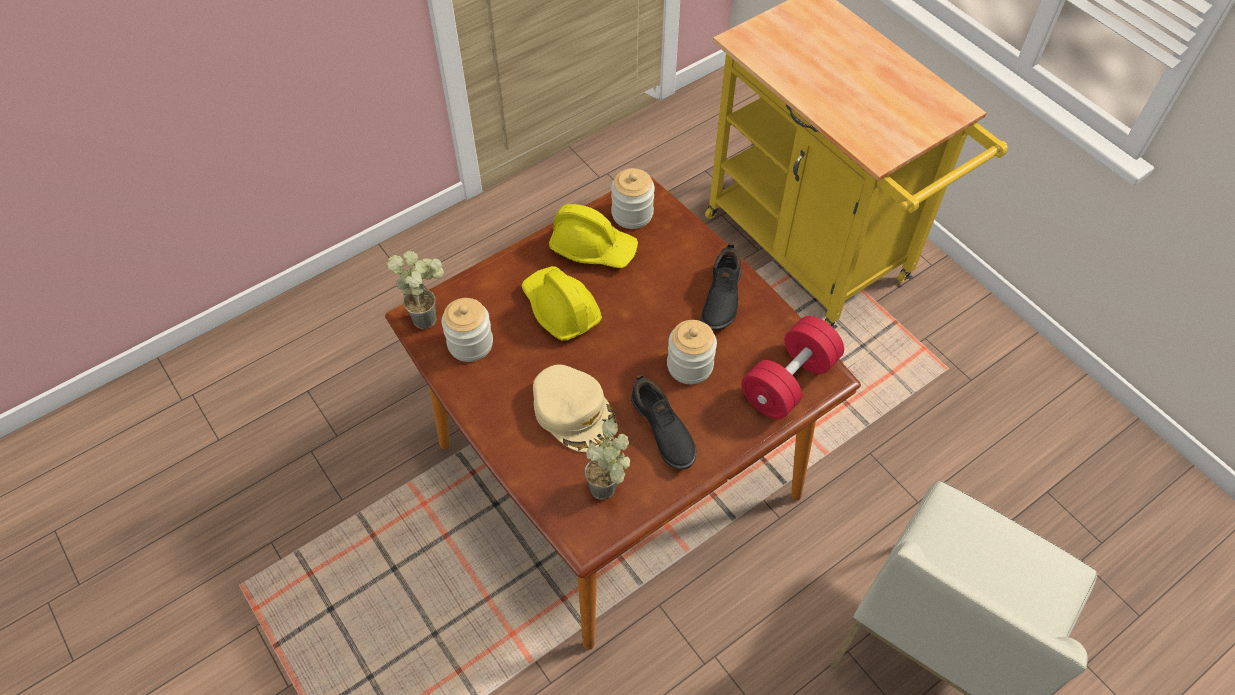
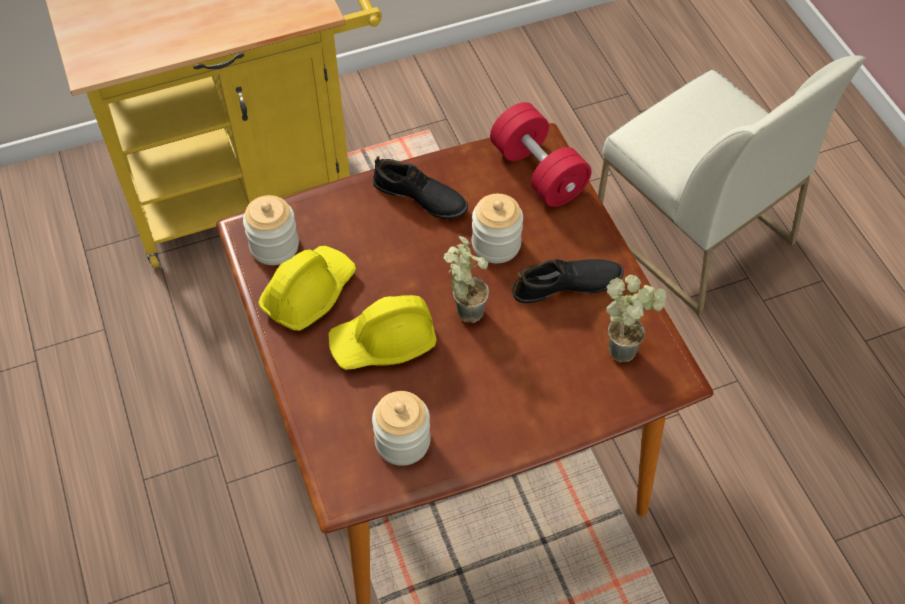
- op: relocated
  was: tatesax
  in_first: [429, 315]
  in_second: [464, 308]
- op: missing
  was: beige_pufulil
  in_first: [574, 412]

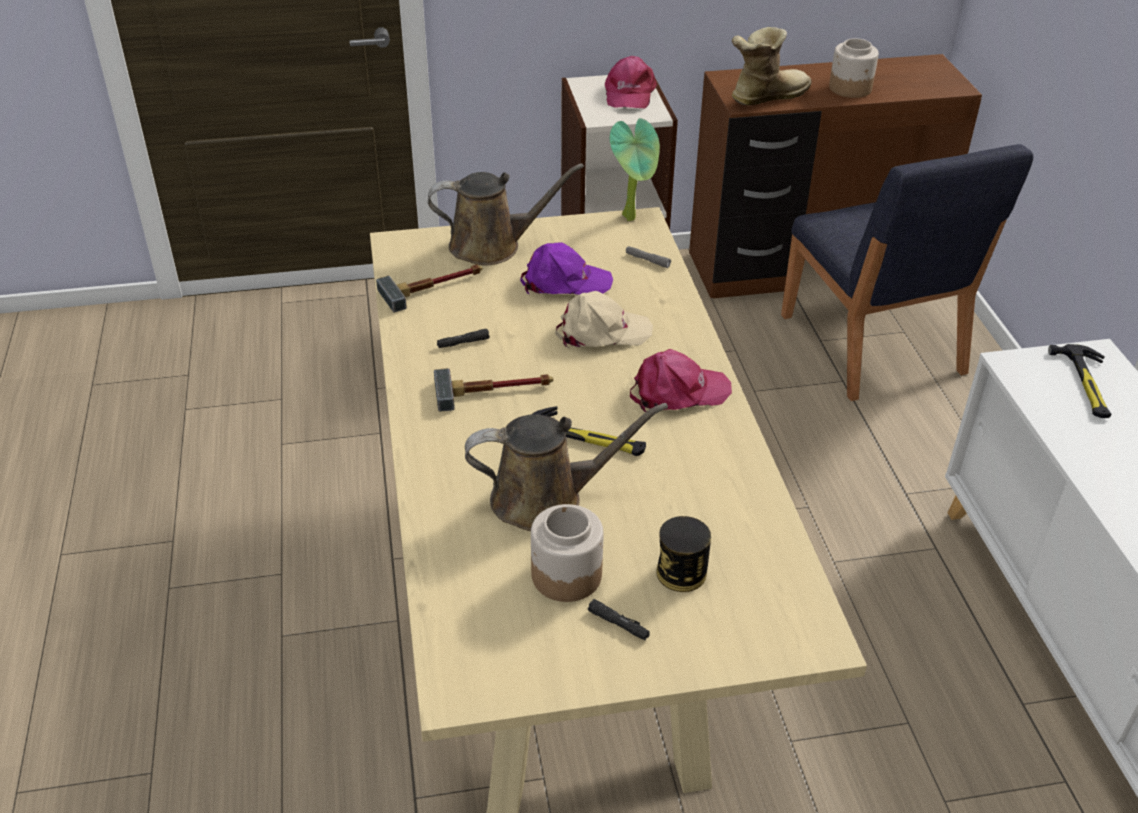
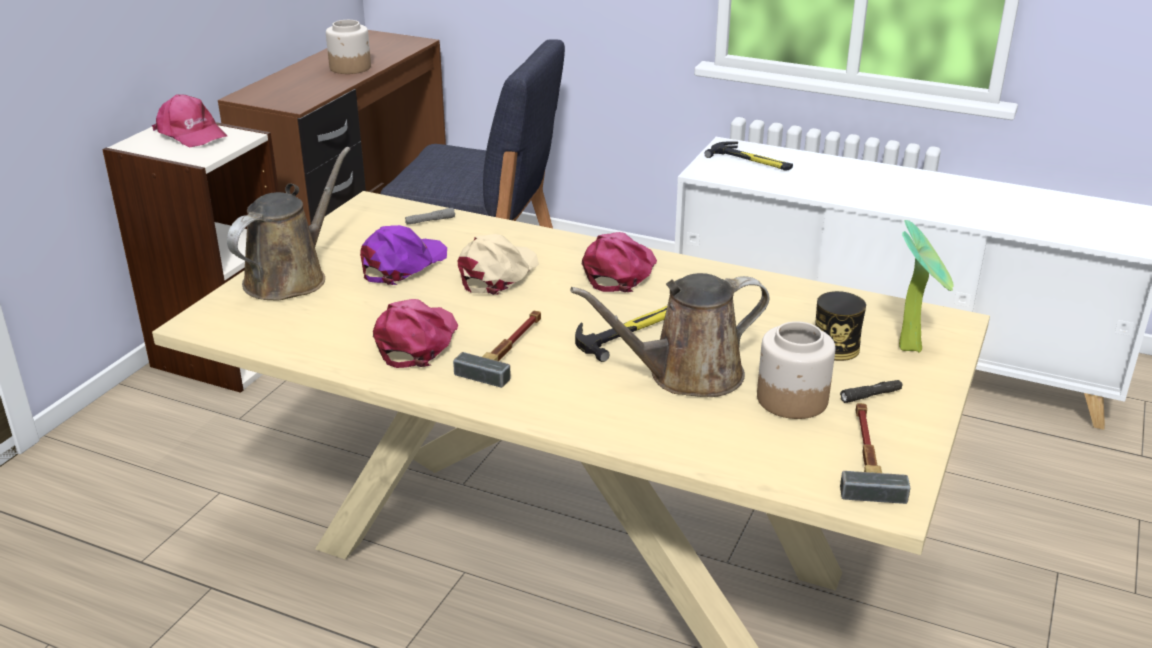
- op: missing
  was: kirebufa
  in_first: [765, 96]
- op: relocated
  was: tatesax
  in_first: [633, 217]
  in_second: [913, 346]
- op: relocated
  was: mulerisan
  in_first: [434, 287]
  in_second: [866, 455]
- op: exchanged
  was: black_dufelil
  now: pink_pufulil
  in_first: [463, 343]
  in_second: [417, 341]
- op: spun
  was: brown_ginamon
  in_first: [546, 499]
  in_second: [686, 375]
  clockwise: -135

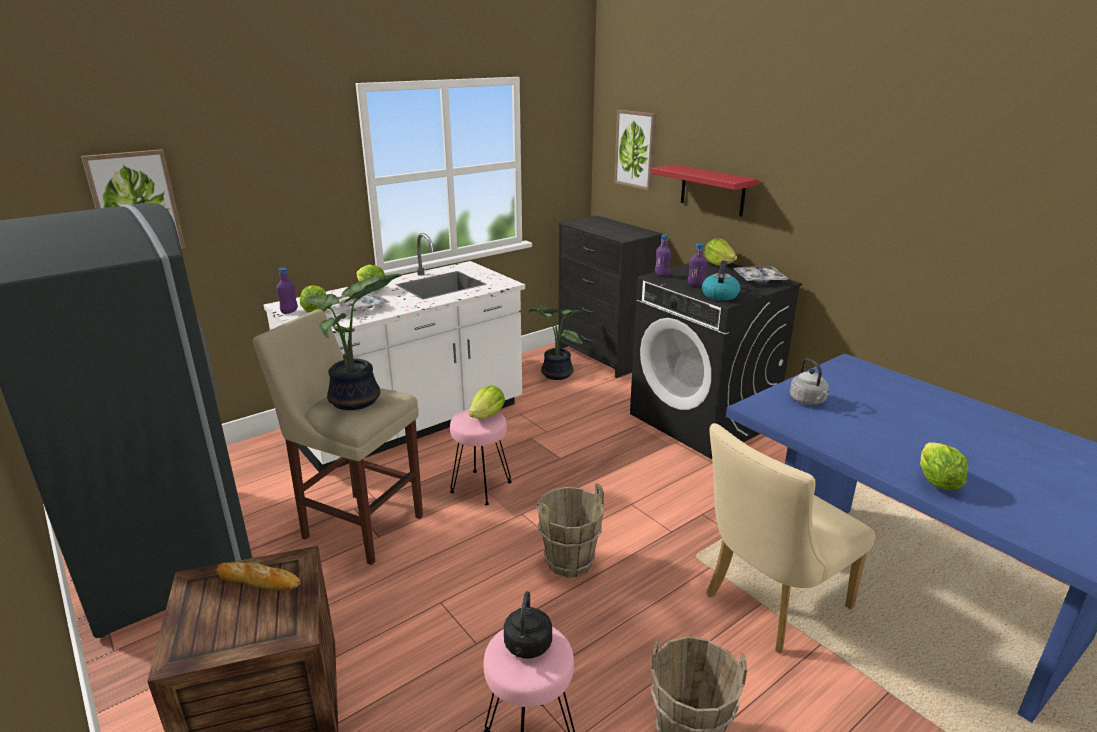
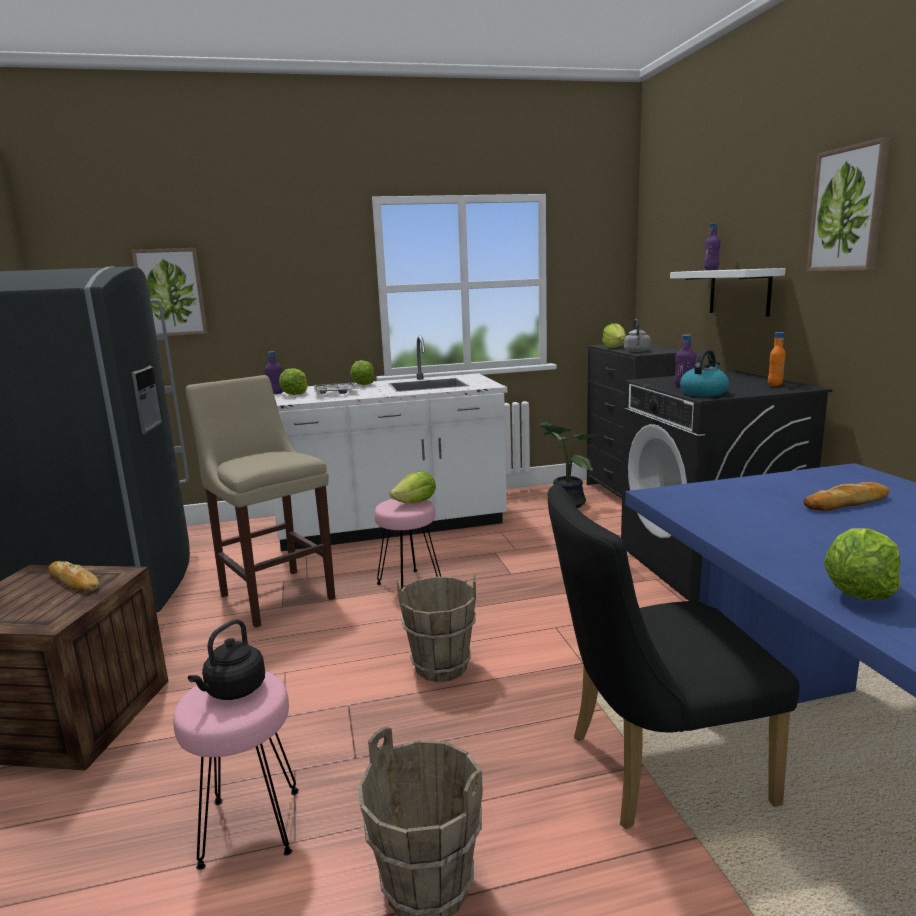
- op: relocated
  was: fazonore
  in_first: [636, 149]
  in_second: [848, 209]
- op: colour
  was: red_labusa
  now: white_labusa
  in_first: [712, 190]
  in_second: [739, 292]
- op: relocated
  was: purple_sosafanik
  in_first: [661, 275]
  in_second: [711, 270]
- op: relocated
  was: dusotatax
  in_first: [718, 264]
  in_second: [614, 347]
- op: exchanged
  was: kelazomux
  now: orange_sosafanik
  in_first: [759, 279]
  in_second: [774, 385]
- op: missing
  was: tatesax
  in_first: [357, 401]
- op: relocated
  was: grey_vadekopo
  in_first: [808, 401]
  in_second: [637, 351]
- op: colour
  was: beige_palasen
  now: black_palasen
  in_first: [769, 605]
  in_second: [653, 769]
- op: appeared
  now: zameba
  in_second: [847, 503]

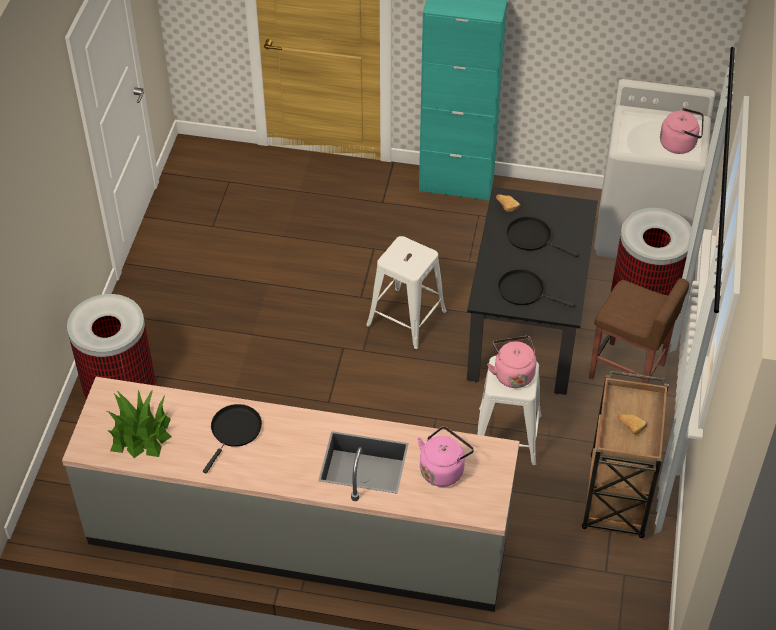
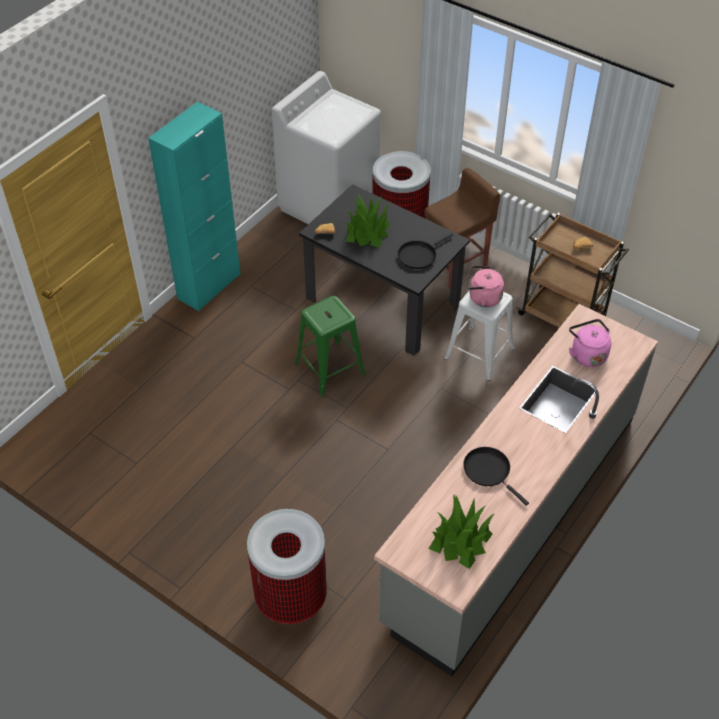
- op: missing
  was: pink_vadekopo
  in_first: [680, 144]
- op: exchanged
  was: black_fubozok
  now: tatesax
  in_first: [531, 237]
  in_second: [367, 231]
- op: colour
  was: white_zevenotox
  now: green_zevenotox
  in_first: [406, 318]
  in_second: [330, 368]

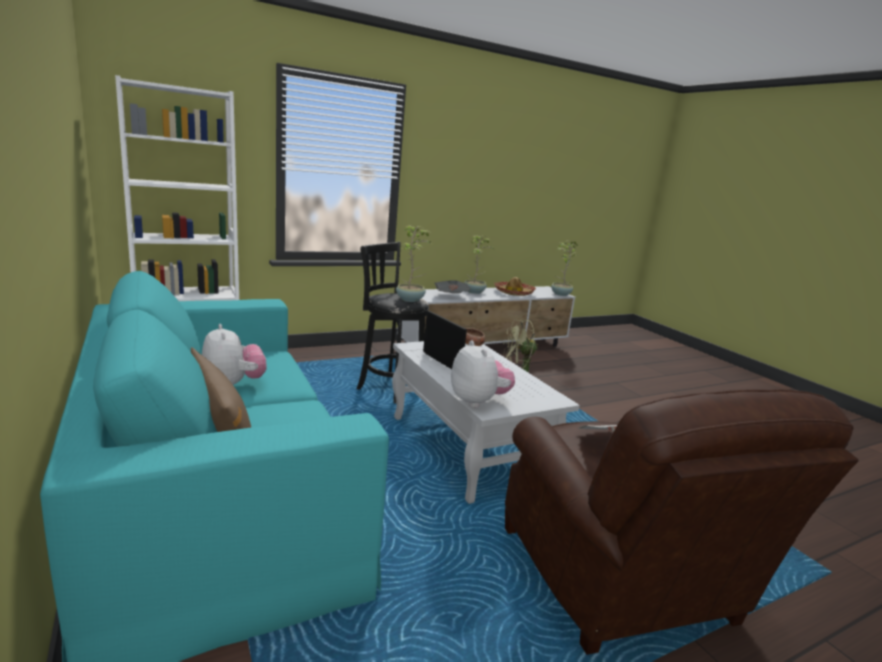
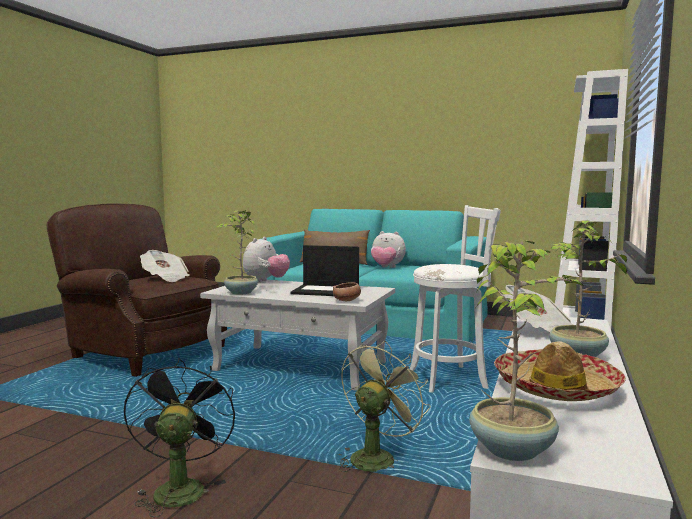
- op: relocated
  was: tatesax
  in_first: [410, 299]
  in_second: [240, 293]
- op: colour
  was: black_zevenotox
  now: white_zevenotox
  in_first: [388, 387]
  in_second: [451, 379]
- op: spun
  was: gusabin
  in_first: [478, 401]
  in_second: [265, 281]
  clockwise: -90
- op: appeared
  now: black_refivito
  in_second: [179, 487]

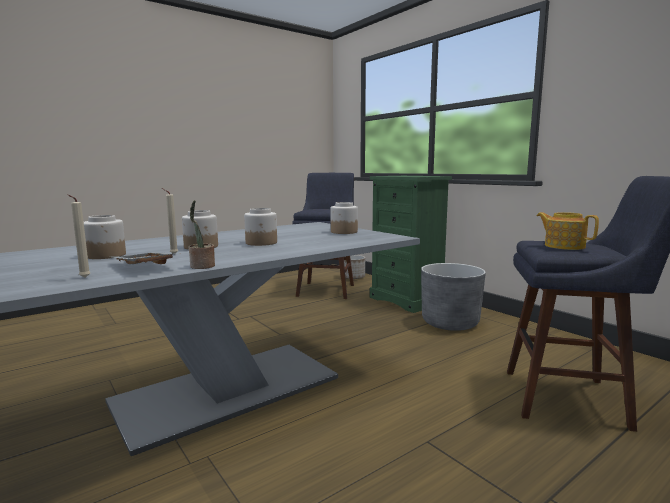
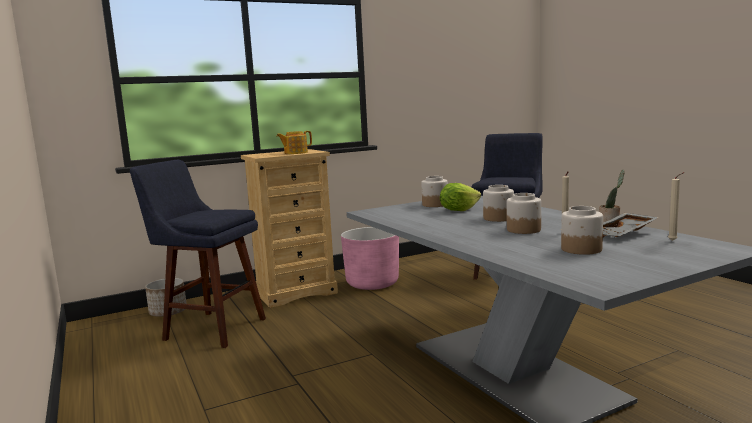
- op: colour
  was: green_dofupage
  now: beige_dofupage
  in_first: [407, 300]
  in_second: [296, 292]
- op: relocated
  was: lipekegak
  in_first: [563, 246]
  in_second: [295, 153]
- op: colour
  was: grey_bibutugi
  now: pink_bibutugi
  in_first: [450, 323]
  in_second: [372, 283]
- op: appeared
  now: dusotatax
  in_second: [458, 210]

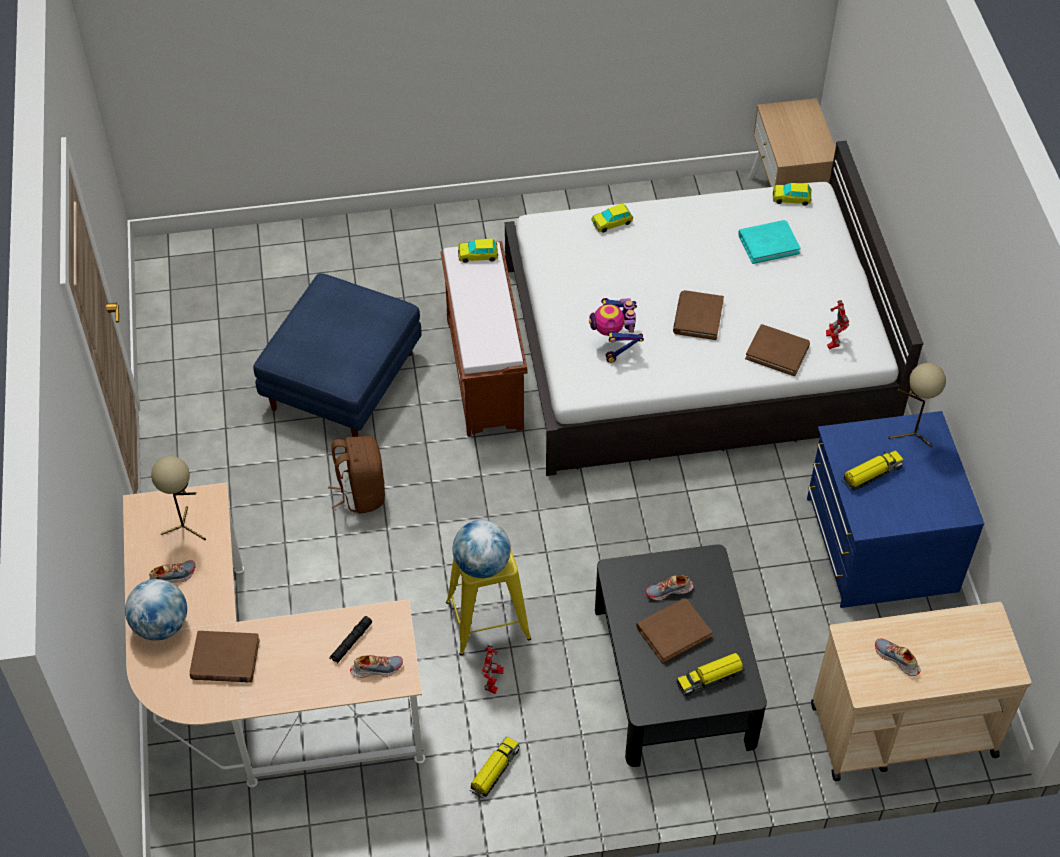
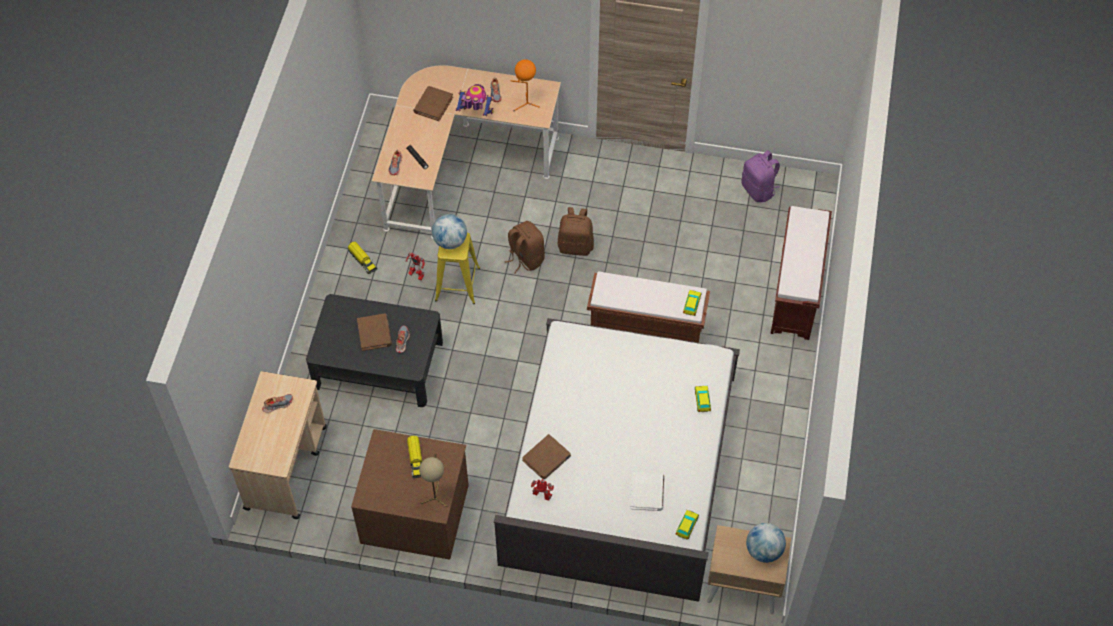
- op: colour
  was: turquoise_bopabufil
  now: white_bopabufil
  in_first: [768, 244]
  in_second: [647, 492]
- op: missing
  was: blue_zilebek
  in_first: [343, 379]
- op: missing
  was: brown_bopabufil
  in_first: [698, 317]
- op: relocated
  was: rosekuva
  in_first: [614, 343]
  in_second: [475, 114]
- op: colour
  was: blue_dofupage
  now: brown_dofupage
  in_first: [879, 544]
  in_second: [415, 512]
- op: colour
  was: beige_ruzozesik
  now: orange_ruzozesik
  in_first: [186, 528]
  in_second: [525, 104]
- op: relocated
  was: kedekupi
  in_first: [161, 625]
  in_second: [763, 551]
- op: missing
  was: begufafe
  in_first: [710, 678]
- op: appeared
  now: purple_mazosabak
  in_second: [758, 190]
- op: appeared
  now: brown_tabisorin
  in_second: [796, 294]
- op: appeared
  now: brown_mazosabak
  in_second: [525, 258]

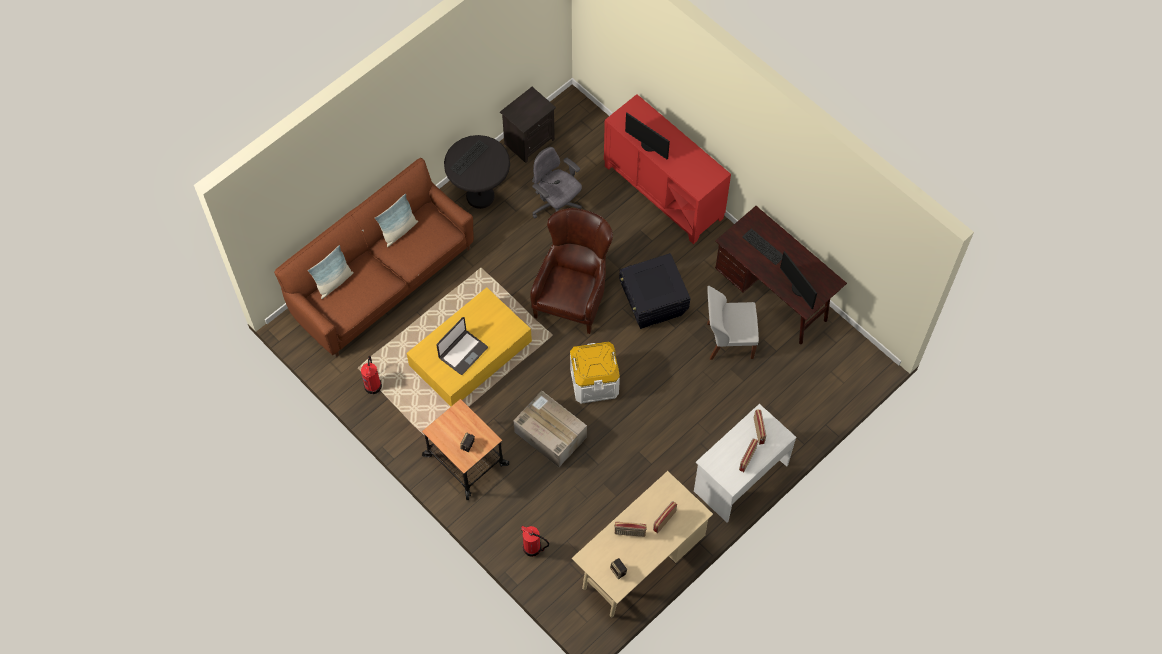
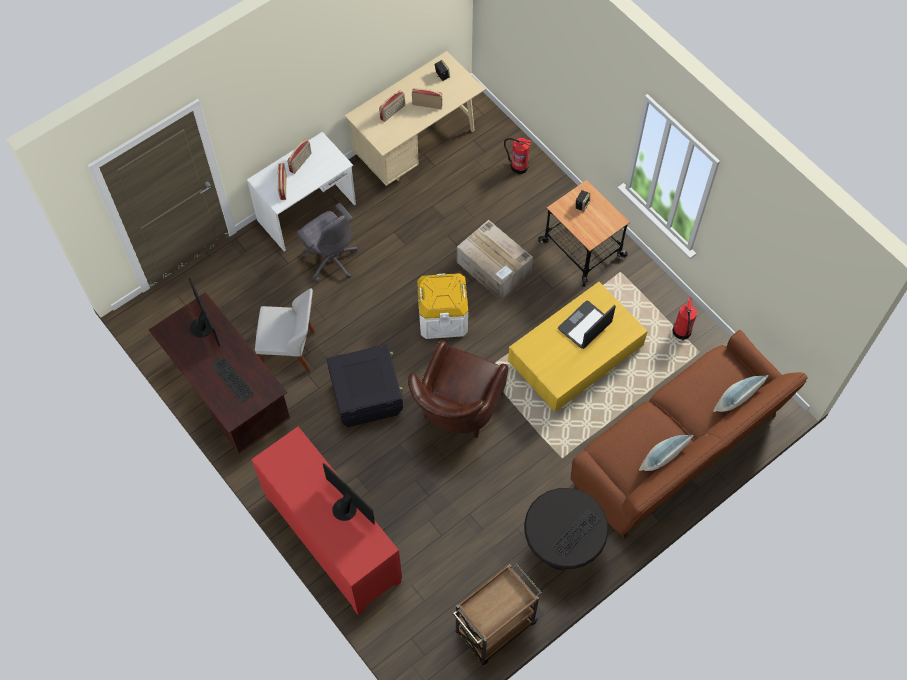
- op: exchanged
  was: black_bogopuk
  now: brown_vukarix
  in_first: [529, 140]
  in_second: [494, 629]
- op: relocated
  was: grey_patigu
  in_first: [556, 207]
  in_second: [330, 259]

